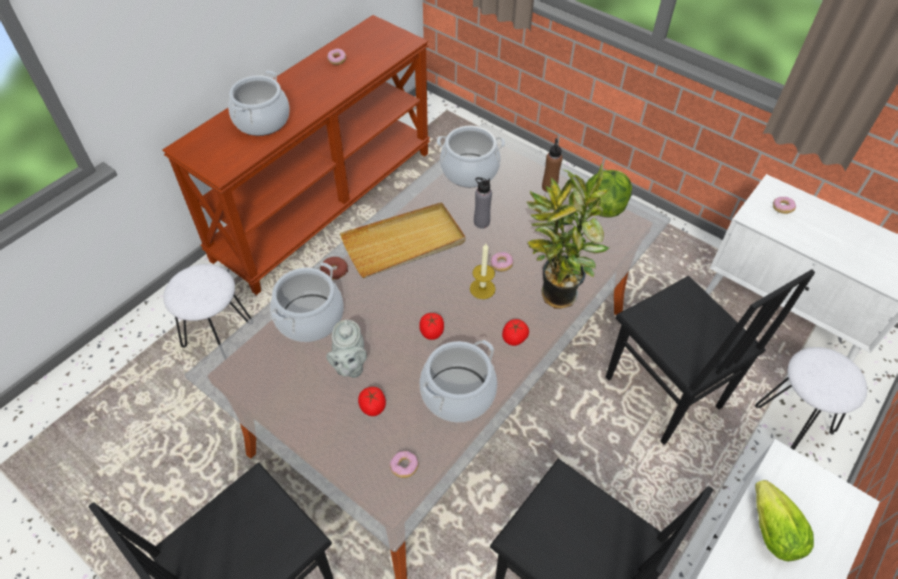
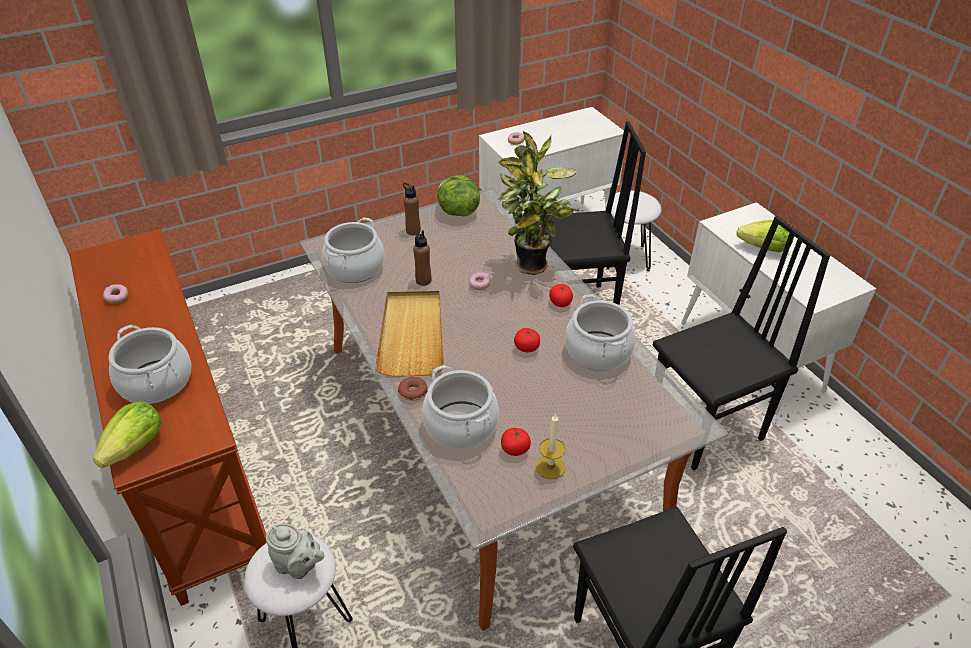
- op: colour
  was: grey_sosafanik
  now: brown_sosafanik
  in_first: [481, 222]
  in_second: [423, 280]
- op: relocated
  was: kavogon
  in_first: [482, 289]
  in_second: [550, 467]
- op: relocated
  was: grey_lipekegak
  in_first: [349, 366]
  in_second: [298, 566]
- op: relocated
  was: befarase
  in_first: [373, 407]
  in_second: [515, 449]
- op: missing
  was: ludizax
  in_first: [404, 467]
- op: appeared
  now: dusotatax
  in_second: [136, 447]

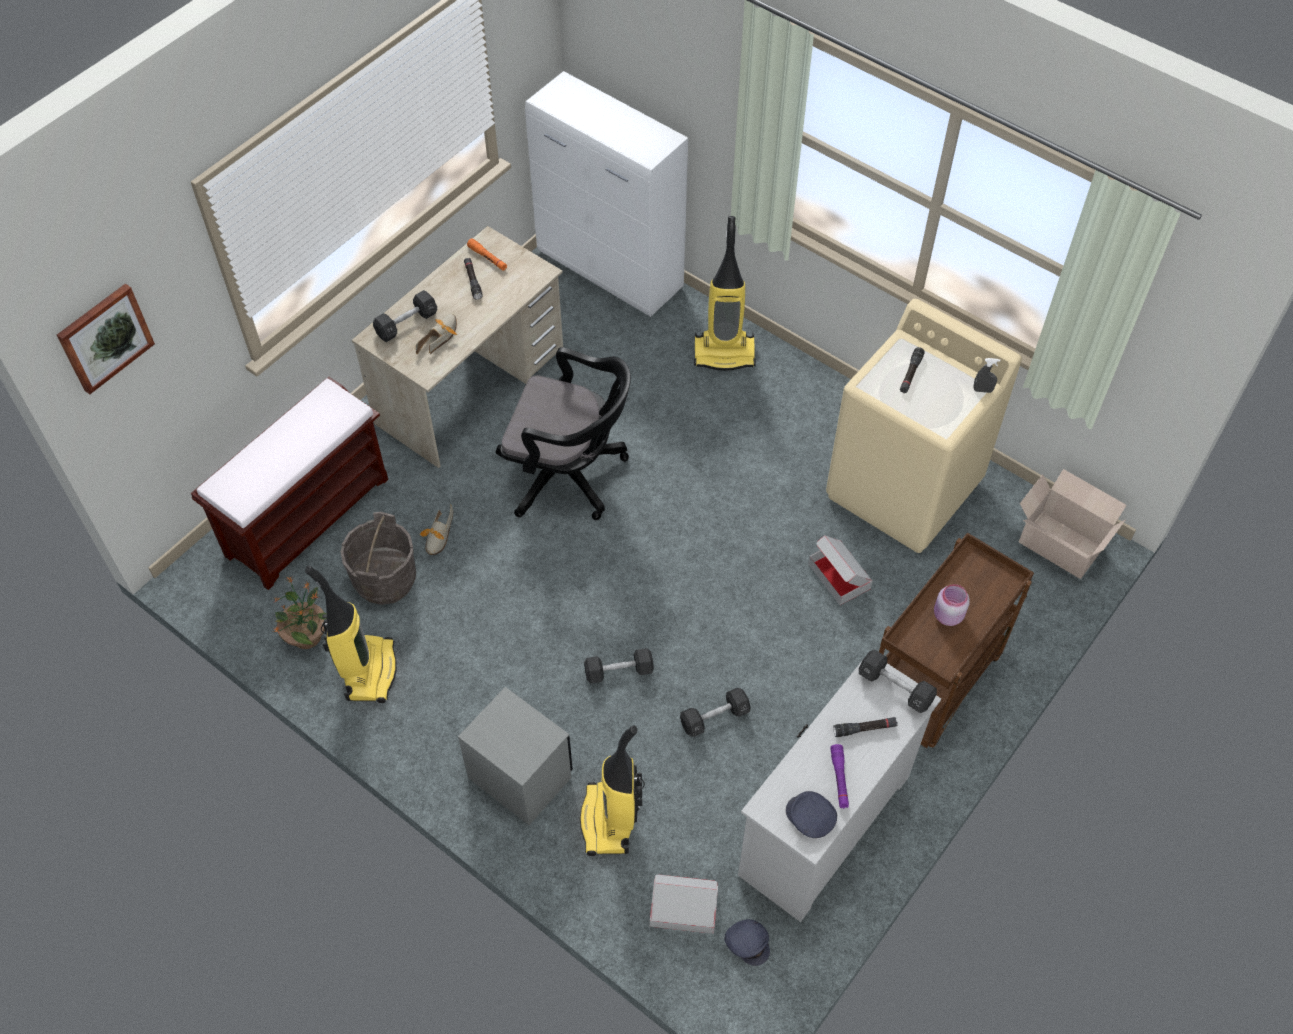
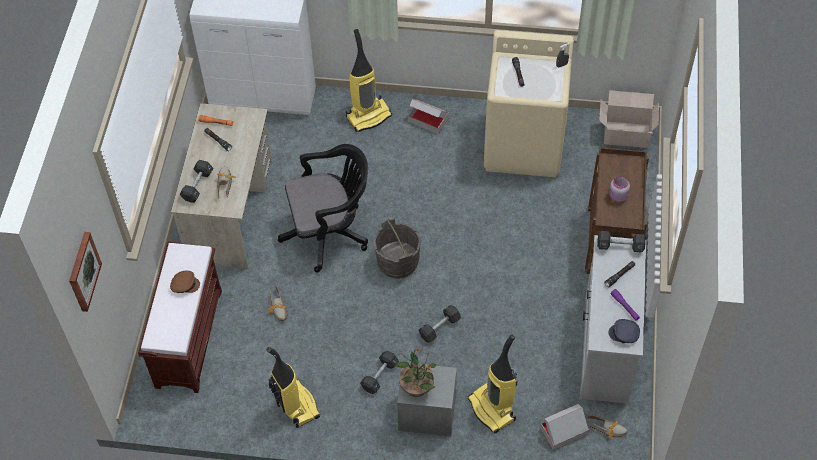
- op: relocated
  was: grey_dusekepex
  in_first: [385, 580]
  in_second: [397, 262]
- op: relocated
  was: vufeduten
  in_first: [839, 576]
  in_second: [428, 119]
- op: relocated
  was: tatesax
  in_first: [307, 635]
  in_second: [416, 387]
- op: relocated
  was: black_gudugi
  in_first: [714, 717]
  in_second: [379, 376]
- op: exchanged
  was: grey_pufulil
  now: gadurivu
  in_first: [748, 943]
  in_second: [608, 429]
- op: appeared
  now: brown_pufulil
  in_second: [184, 285]

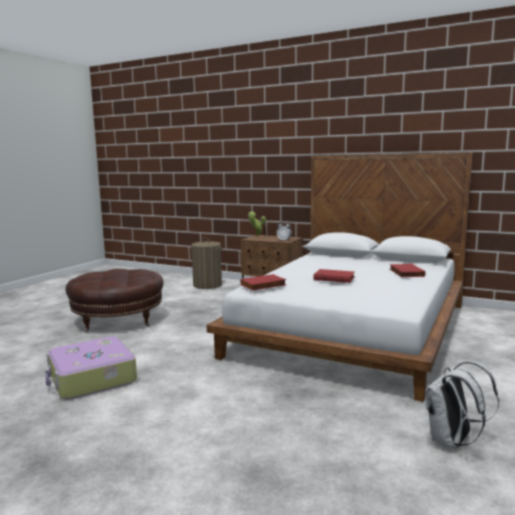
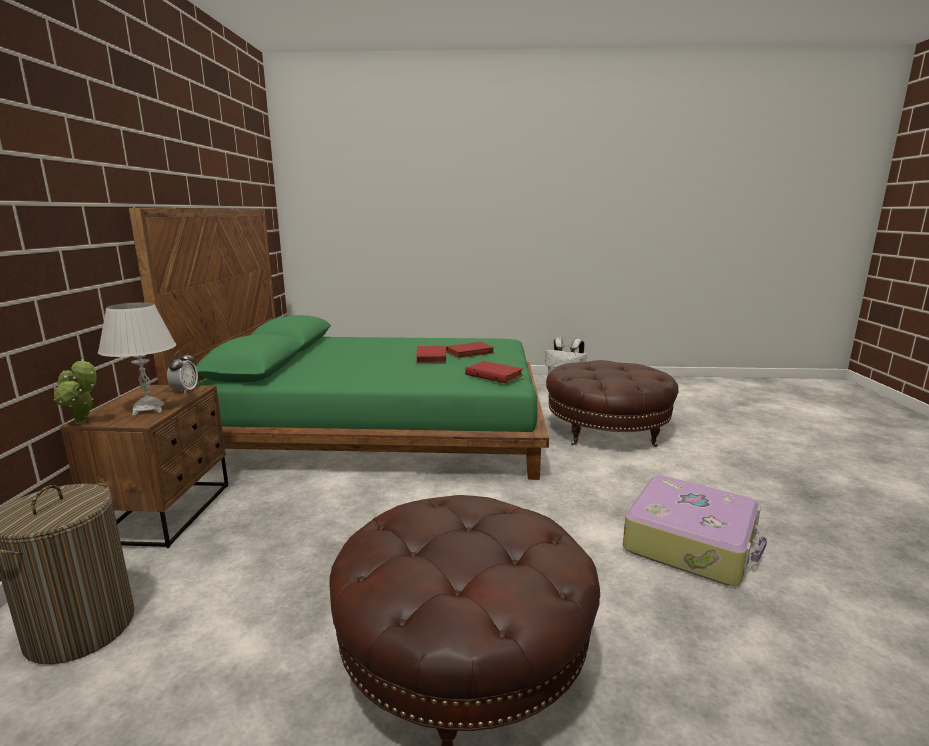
- op: colour
  was: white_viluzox
  now: green_viluzox
  in_first: [353, 329]
  in_second: [383, 426]
- op: relocated
  was: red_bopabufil
  in_first: [405, 273]
  in_second: [470, 353]
- op: appeared
  now: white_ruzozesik
  in_second: [149, 409]
- op: appeared
  now: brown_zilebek
  in_second: [606, 430]

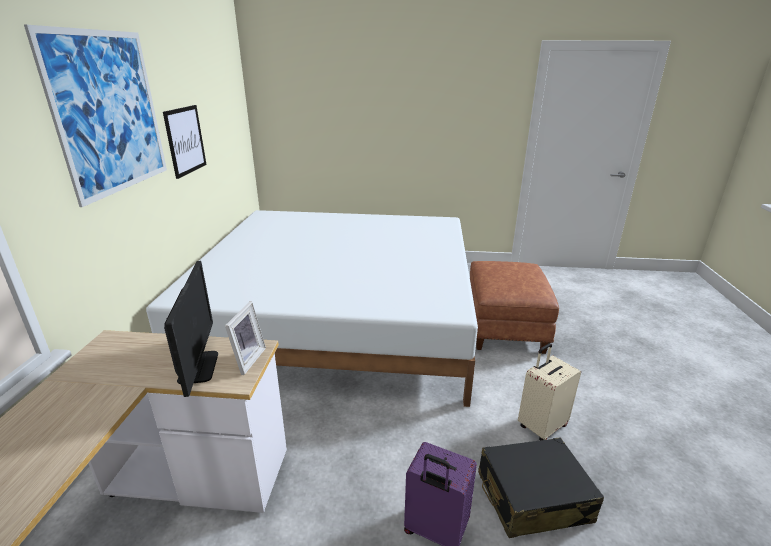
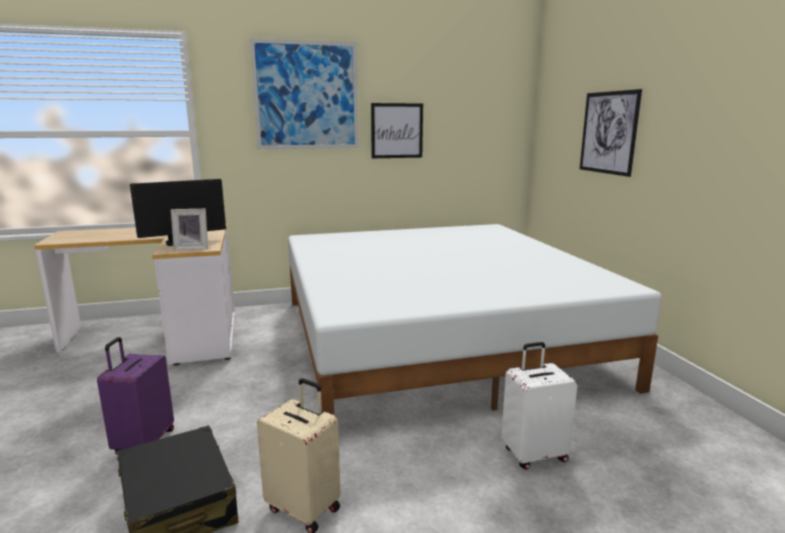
- op: exchanged
  was: brown_zilebek
  now: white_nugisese
  in_first: [503, 327]
  in_second: [533, 454]
- op: appeared
  now: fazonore
  in_second: [608, 132]

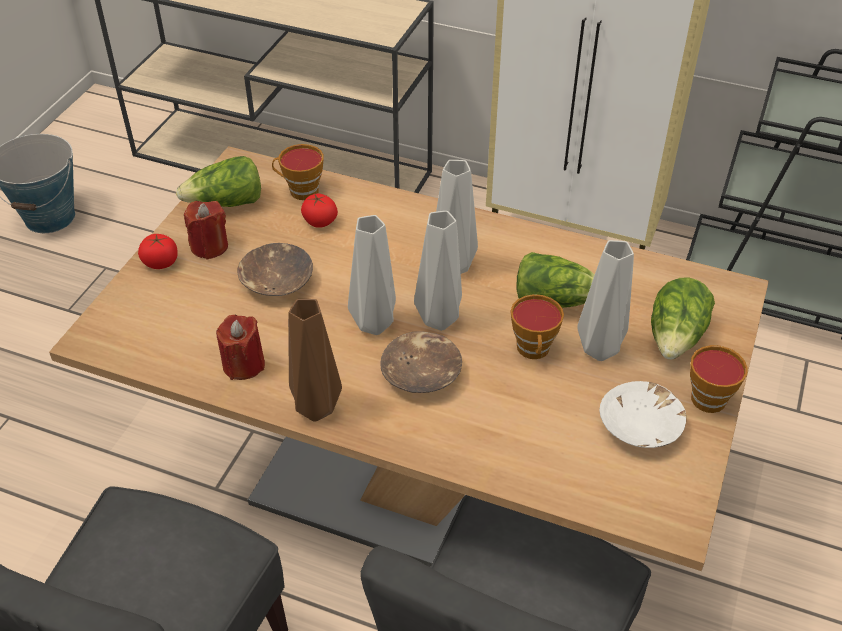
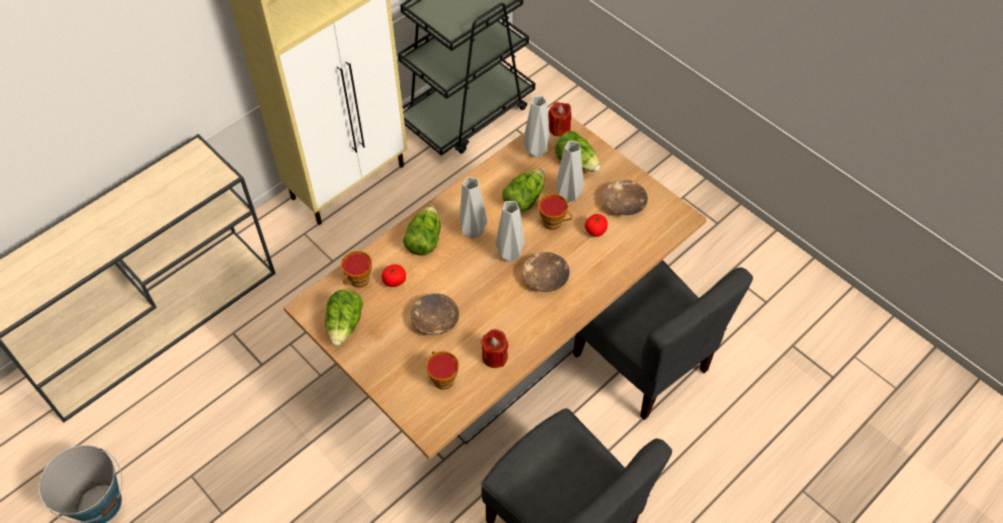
- op: relocated
  was: red_kavogon
  in_first: [209, 246]
  in_second: [559, 128]
- op: relocated
  was: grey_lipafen
  in_first: [373, 322]
  in_second: [535, 151]
- op: relocated
  was: befarase
  in_first: [161, 262]
  in_second: [595, 230]
- op: missing
  was: brown_lipafen
  in_first: [314, 407]
- op: relocated
  was: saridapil
  in_first: [710, 396]
  in_second: [442, 378]
- op: colour
  was: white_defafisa
  now: brown_defafisa
  in_first: [640, 426]
  in_second: [624, 203]
- op: appeared
  now: dusotatax
  in_second: [424, 239]

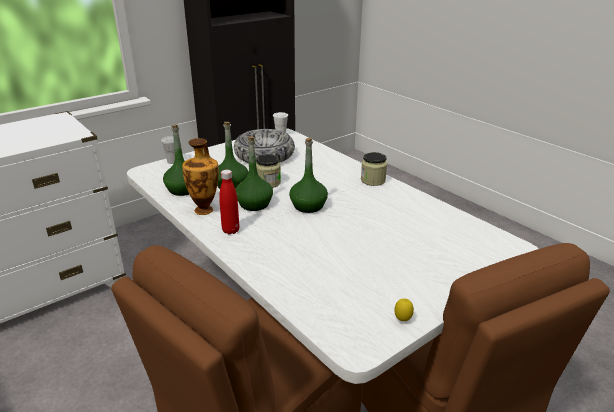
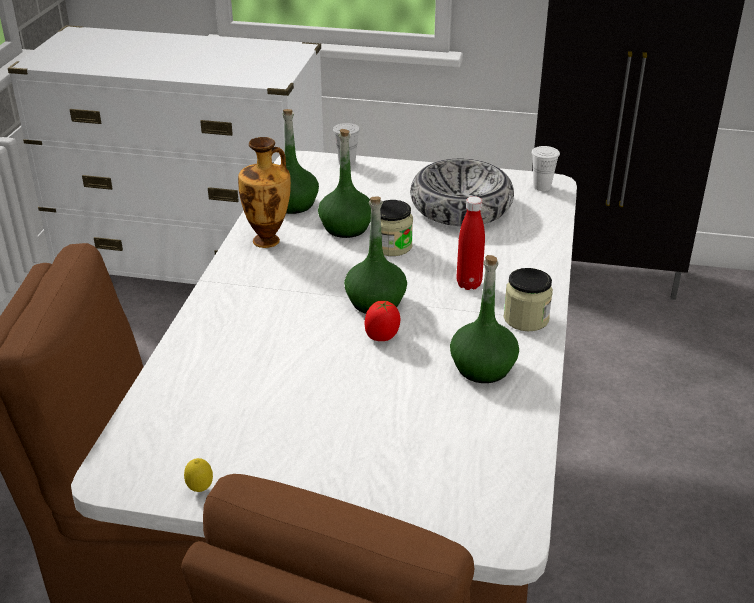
- op: relocated
  was: green_sosafanik
  in_first: [254, 204]
  in_second: [483, 367]
- op: relocated
  was: red_sosafanik
  in_first: [230, 230]
  in_second: [469, 284]
- op: appeared
  now: befarase
  in_second: [382, 336]

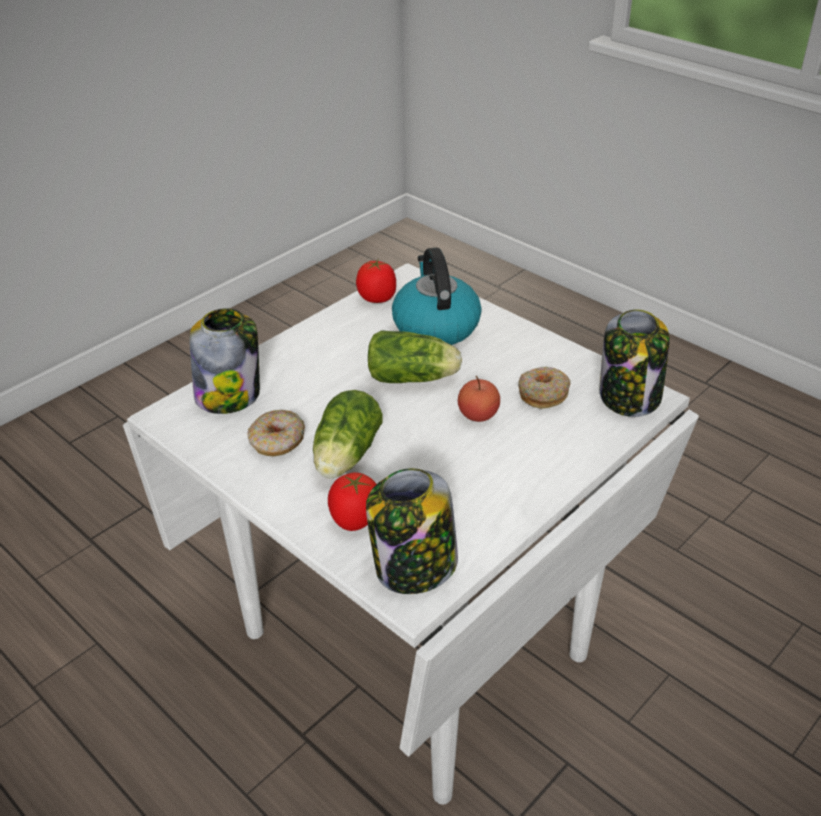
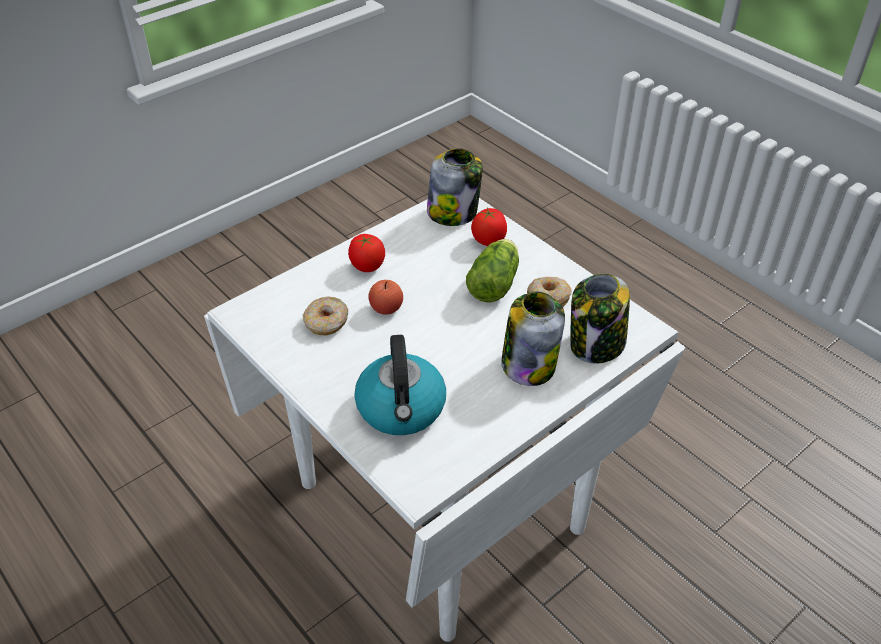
- op: relocated
  was: befarase
  in_first: [377, 298]
  in_second: [367, 266]
- op: relocated
  was: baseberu
  in_first: [630, 397]
  in_second: [528, 364]
- op: missing
  was: dusotatax
  in_first: [414, 378]

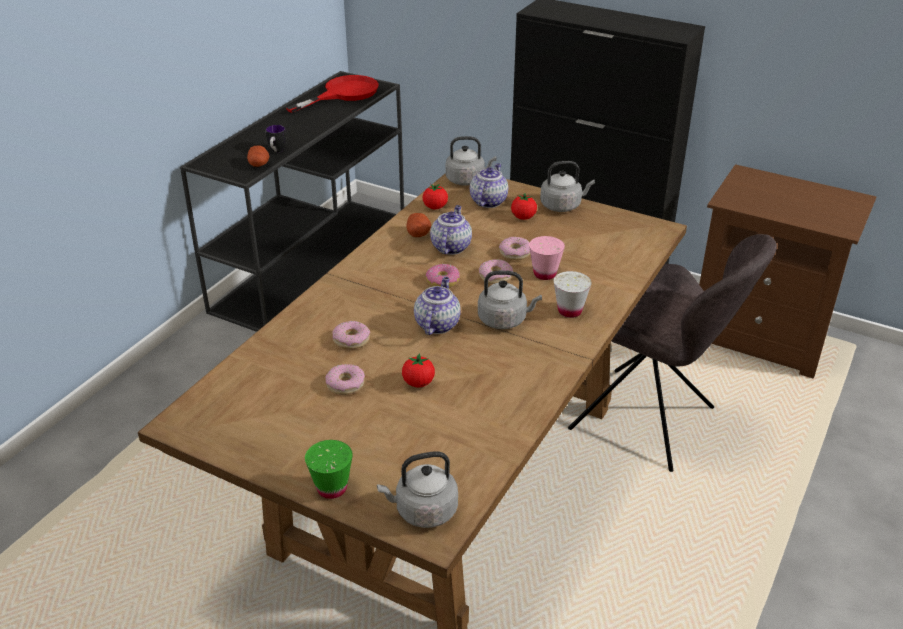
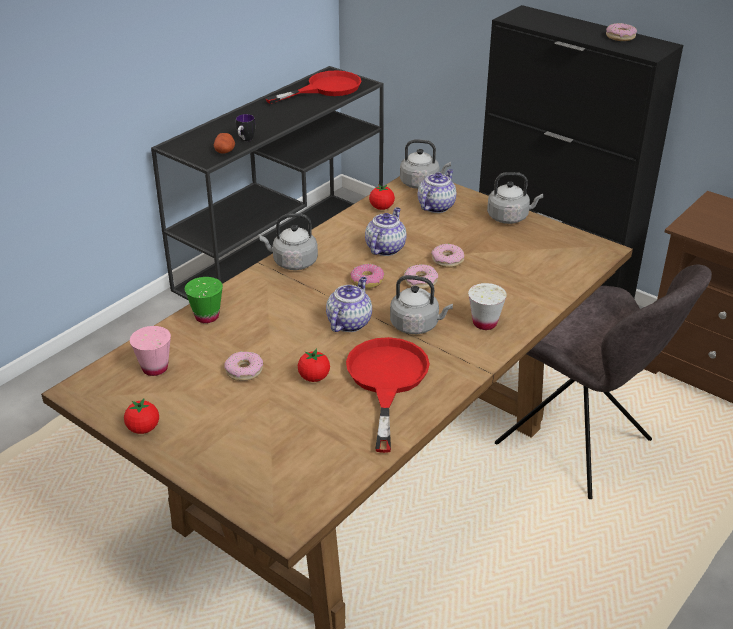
- op: relocated
  was: befarase
  in_first: [523, 217]
  in_second: [143, 428]
- op: missing
  was: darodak
  in_first: [418, 234]
- op: relocated
  was: pink_saridapil
  in_first: [544, 274]
  in_second: [155, 368]
- op: relocated
  was: ludizax
  in_first: [351, 340]
  in_second: [620, 37]
- op: relocated
  was: green_saridapil
  in_first: [332, 488]
  in_second: [207, 316]
- op: relocated
  was: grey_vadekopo
  in_first: [423, 511]
  in_second: [292, 262]
- op: appeared
  now: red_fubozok
  in_second: [386, 381]

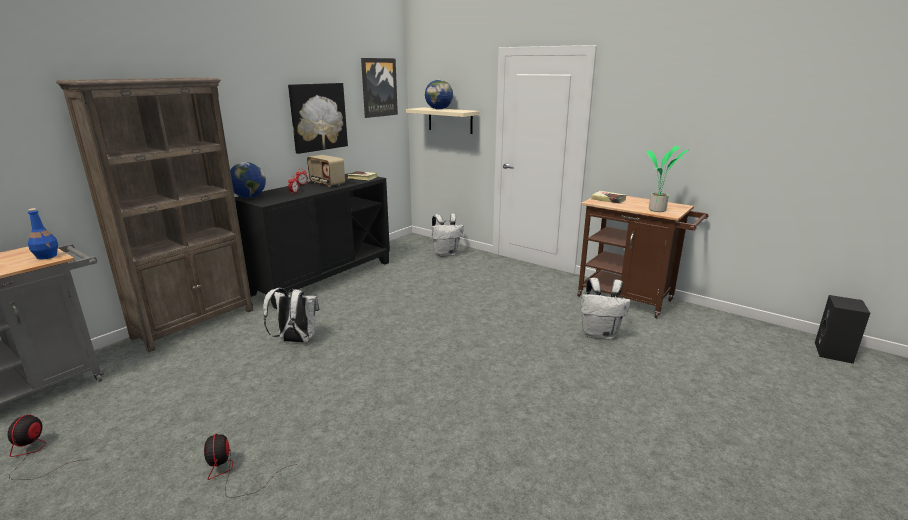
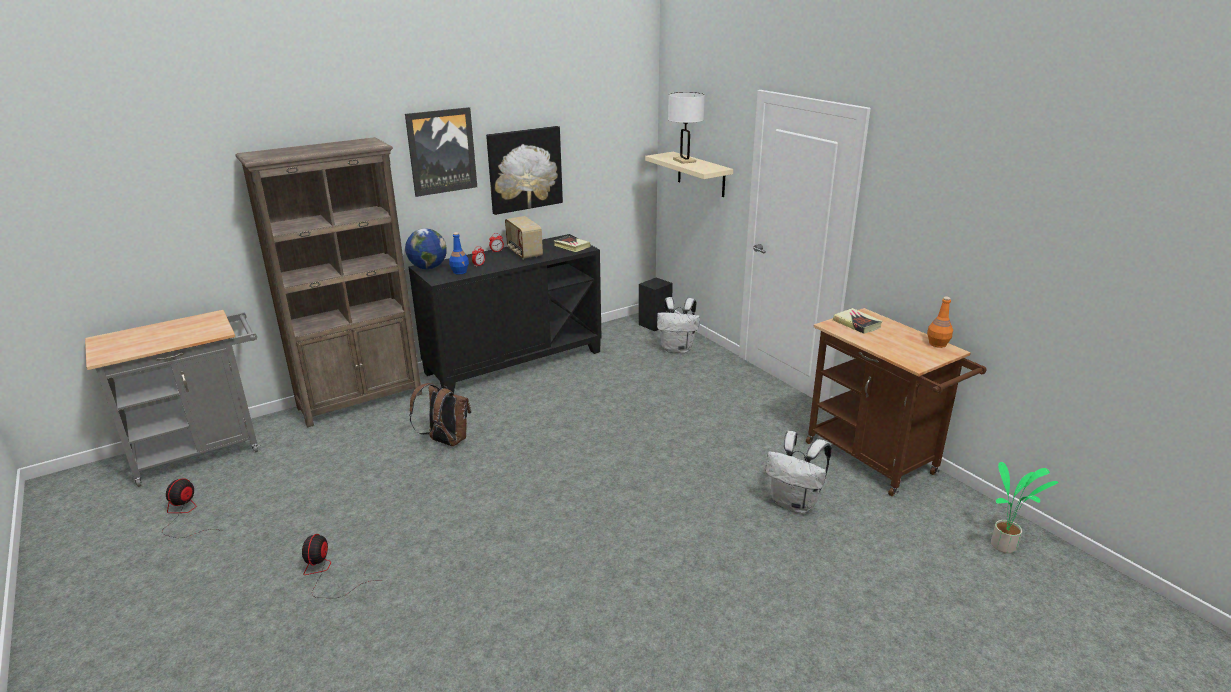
- op: relocated
  was: fazonore
  in_first: [379, 87]
  in_second: [441, 151]
- op: exchanged
  was: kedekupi
  now: white_ruzozesik
  in_first: [439, 109]
  in_second: [684, 160]
- op: relocated
  was: tatesax
  in_first: [658, 210]
  in_second: [1005, 546]
- op: relocated
  was: blue_sosafanik
  in_first: [47, 256]
  in_second: [460, 272]
- op: colour
  was: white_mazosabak
  now: brown_mazosabak
  in_first: [295, 340]
  in_second: [446, 441]
- op: relocated
  was: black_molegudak
  in_first: [834, 353]
  in_second: [655, 324]
- op: appeared
  now: orange_sosafanik
  in_second: [937, 344]

